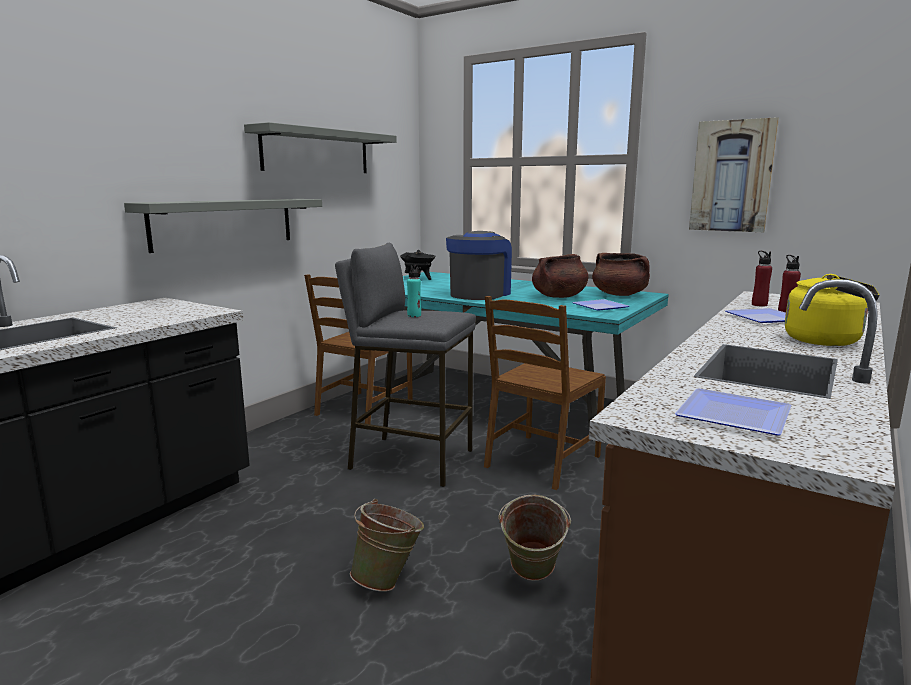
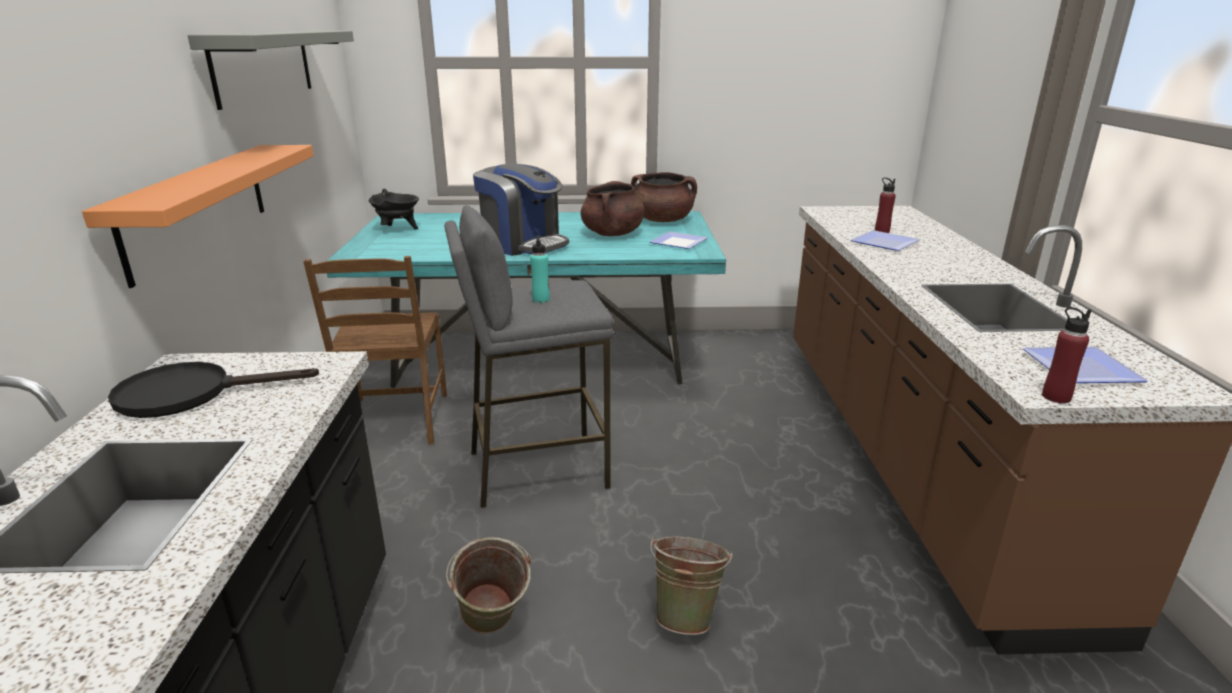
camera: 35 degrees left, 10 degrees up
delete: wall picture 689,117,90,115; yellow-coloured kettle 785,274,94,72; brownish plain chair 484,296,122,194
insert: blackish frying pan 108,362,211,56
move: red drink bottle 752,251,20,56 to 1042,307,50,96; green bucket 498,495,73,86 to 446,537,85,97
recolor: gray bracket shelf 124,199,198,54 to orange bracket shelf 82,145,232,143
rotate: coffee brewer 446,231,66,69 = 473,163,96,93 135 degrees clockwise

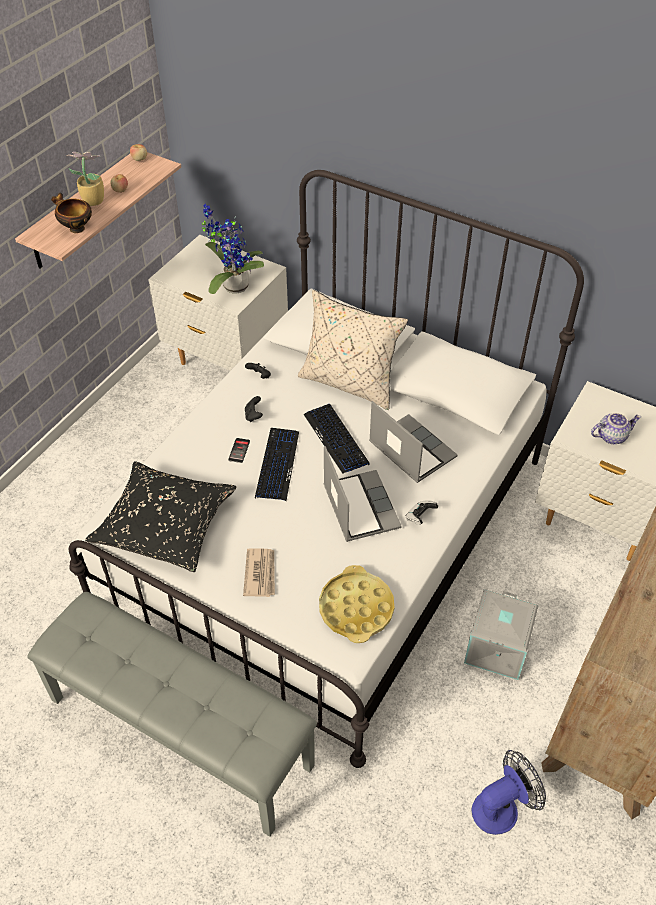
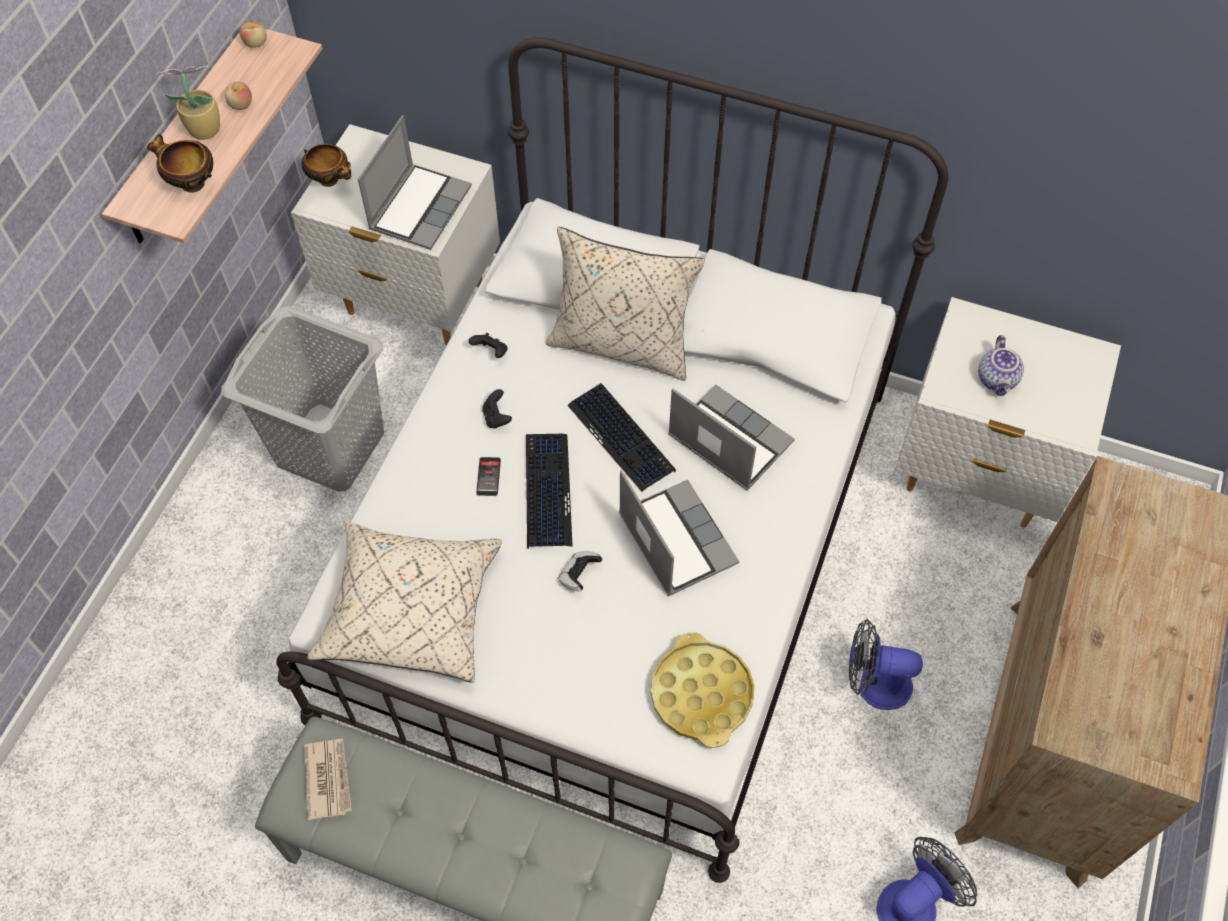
camera: 10 degrees left, 10 degrees up
insert: bowl 301,144,50,43; gray laundry basket 221,306,163,186
move: joypad 405,500,33,25 to 558,551,44,40; newspaper 243,548,32,49 to 304,739,48,81
replace: houseplant 202,204,62,90 to portable computer 358,115,114,135; gray storage bin 464,589,75,91 to electric fan 849,619,74,91
recolor: blackish pillow 85,461,152,111 to beige-coloured pillow 307,522,195,161
rotate: tea pot 591,413,50,31 = 978,335,46,61 120 degrees clockwise

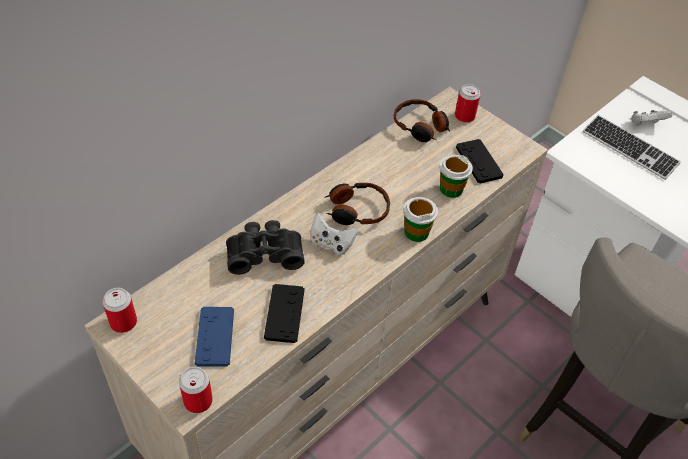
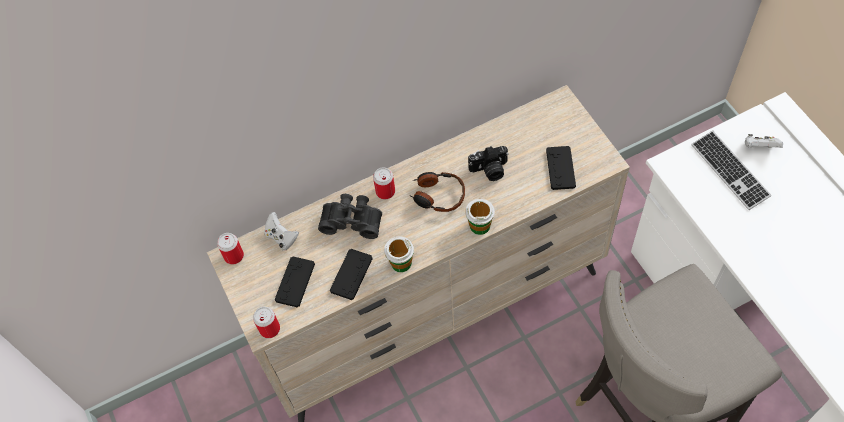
camera: 25 degrees right, 10 degrees up
delete: pair of headphones 394,99,56,43
insert: still camera 468,146,41,35
move: can 455,84,26,39 to 373,167,22,32; small cup 439,155,34,43 to 384,236,30,36; white-coloured joypad 311,213,47,42 to 264,212,35,39
recolor: blue joypad 195,307,39,60 to blackish joypad 275,256,40,52

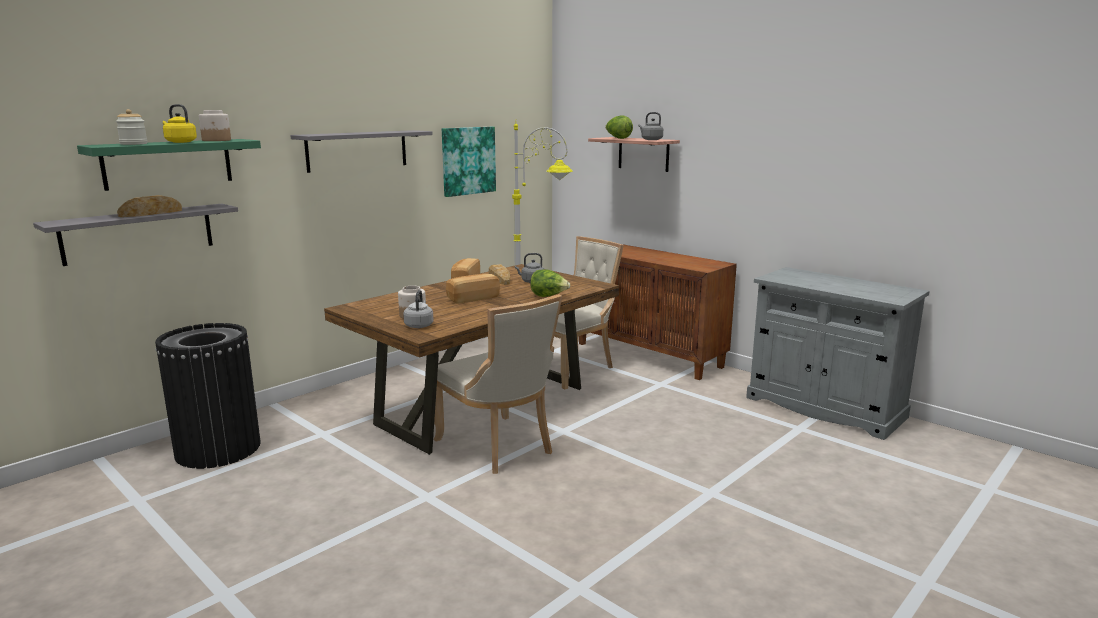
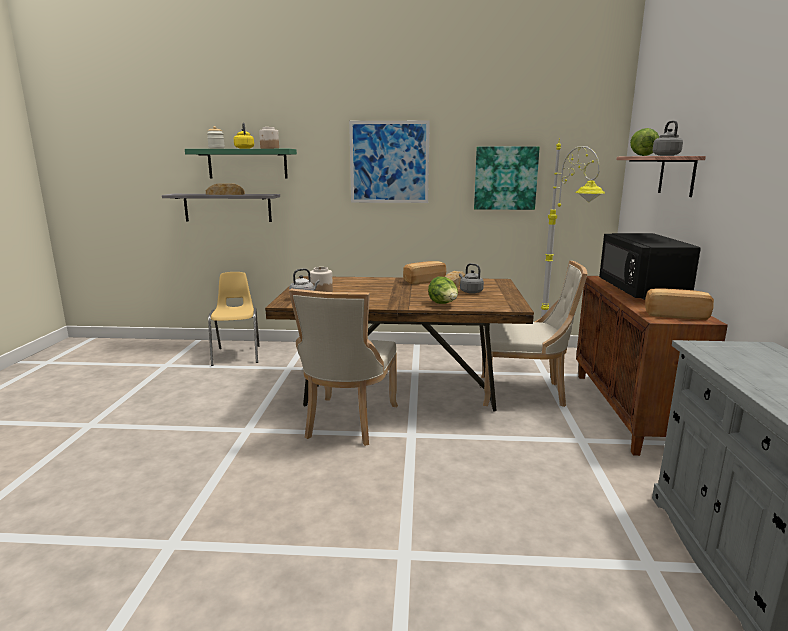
camera: 50 degrees right, 0 degrees up
insert: blackish microwave 599,233,102,67
move: bread 446,274,54,29 to 645,288,69,32
replace: gray bracket shelf 290,130,143,43 to wall picture 349,121,81,82; blackish waste bin 155,323,106,146 to yellow-coloured plain chair 208,272,52,94

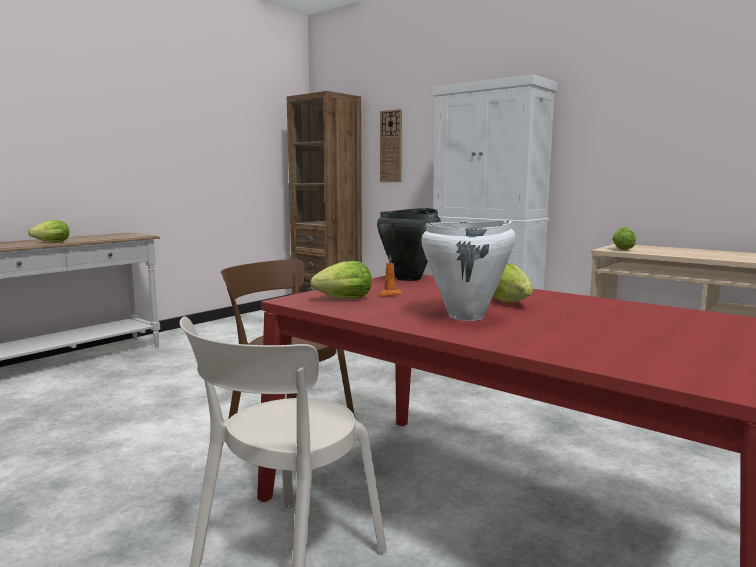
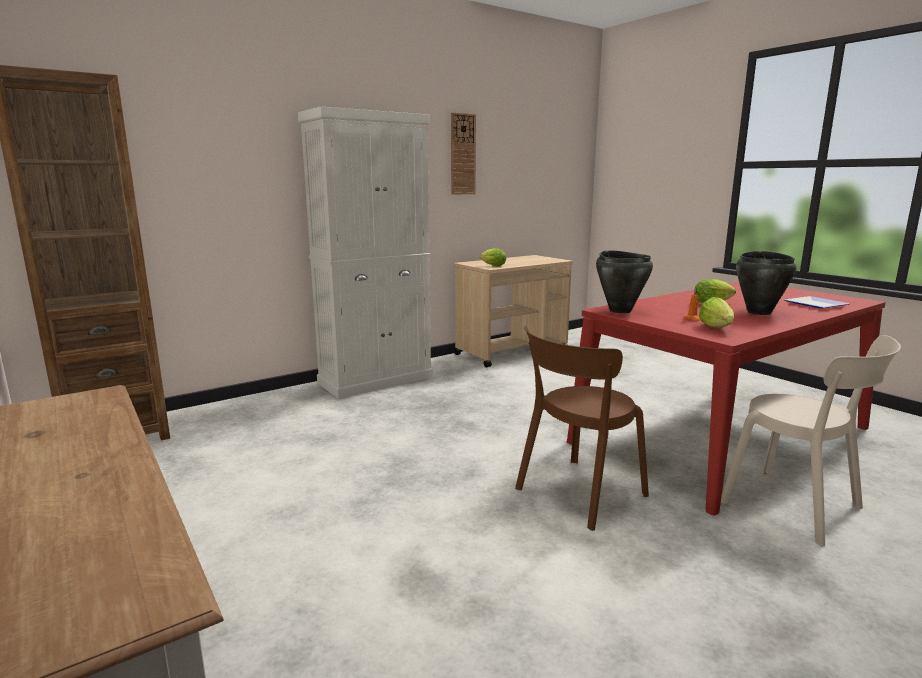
camera: 75 degrees left, 5 degrees up
delete: lettuce head 28,220,41,22
insert: flat dish 785,296,64,13
move: wall clock 380,109,22,73 to 451,112,25,83
recolor: white-coloured cooking pot 421,220,95,101 to blackish cooking pot 736,251,61,64

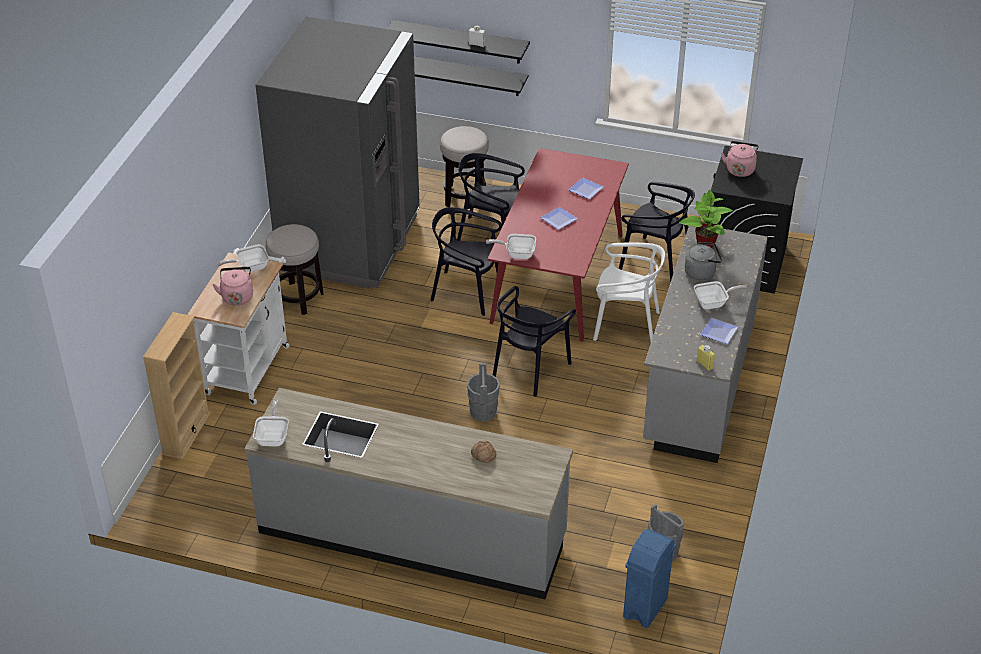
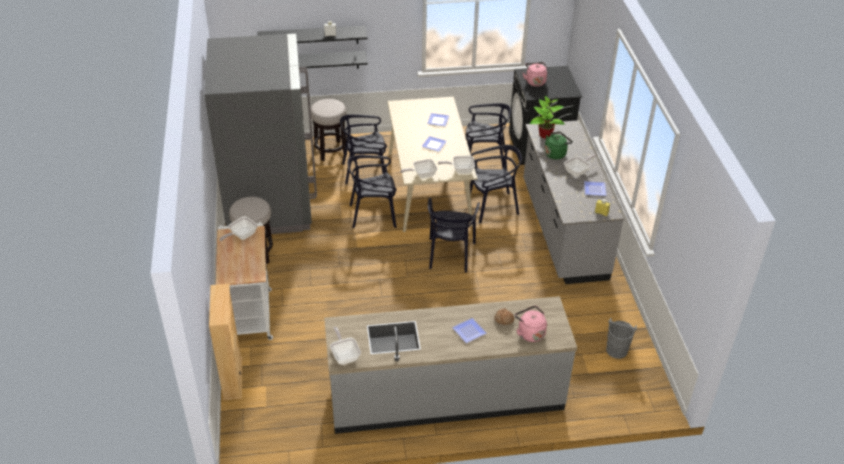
camera: 25 degrees left, 0 degrees up
delete: gray bucket 467,363,33,58; blue waste bin 623,529,53,99
insert: frying pan 438,156,37,18; flat dish 452,318,34,25
move: pinkish kettle 212,267,41,39 to 515,306,32,36
recolor: red dinner table 487,148,142,194 to beige-coloured dinner table 388,97,89,135; gray kettle 684,242,38,38 to green kettle 545,132,28,27; white-coloured plain chair 593,243,72,99 to blackish plain chair 470,145,52,78

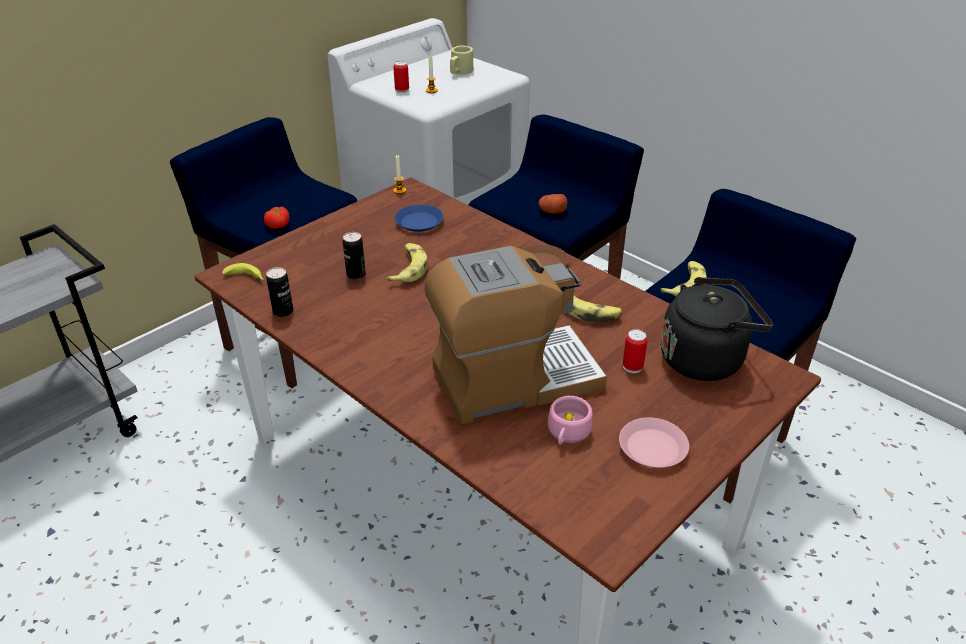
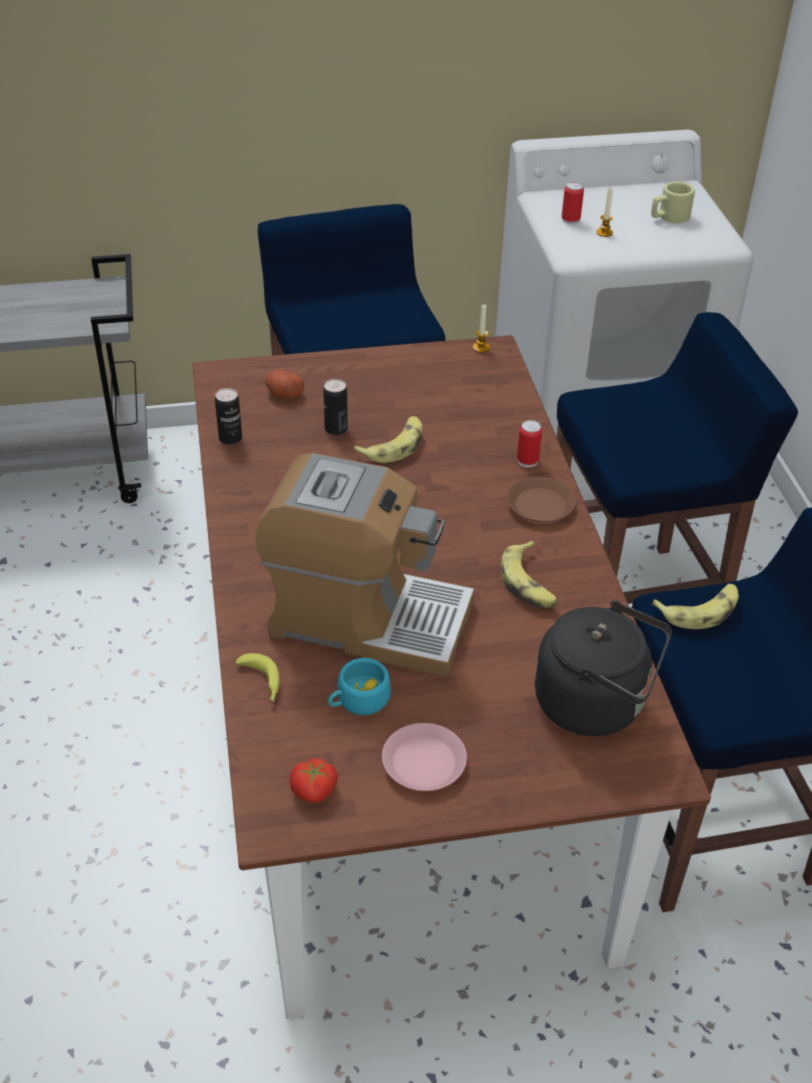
camera: 35 degrees right, 5 degrees up
delete: blue flat dish 395,205,49,27
move: potato 539,194,29,20 to 265,370,39,29; whole tomato 264,207,25,22 to 290,758,48,45; banana fruit 222,263,42,18 to 236,653,44,49; can 623,329,25,44 to 517,420,25,48
recolor: pinkish small cup 548,396,45,49 to blue-green small cup 328,658,63,57

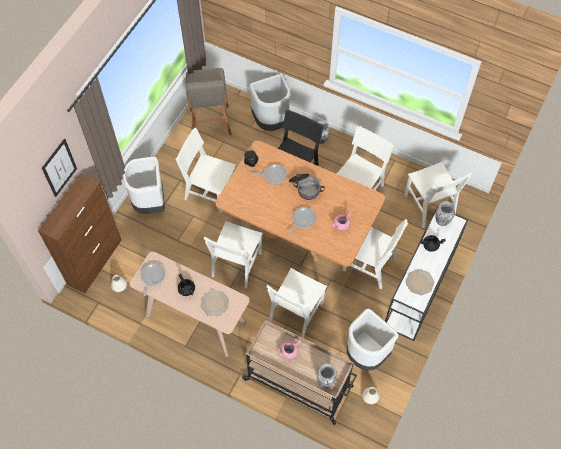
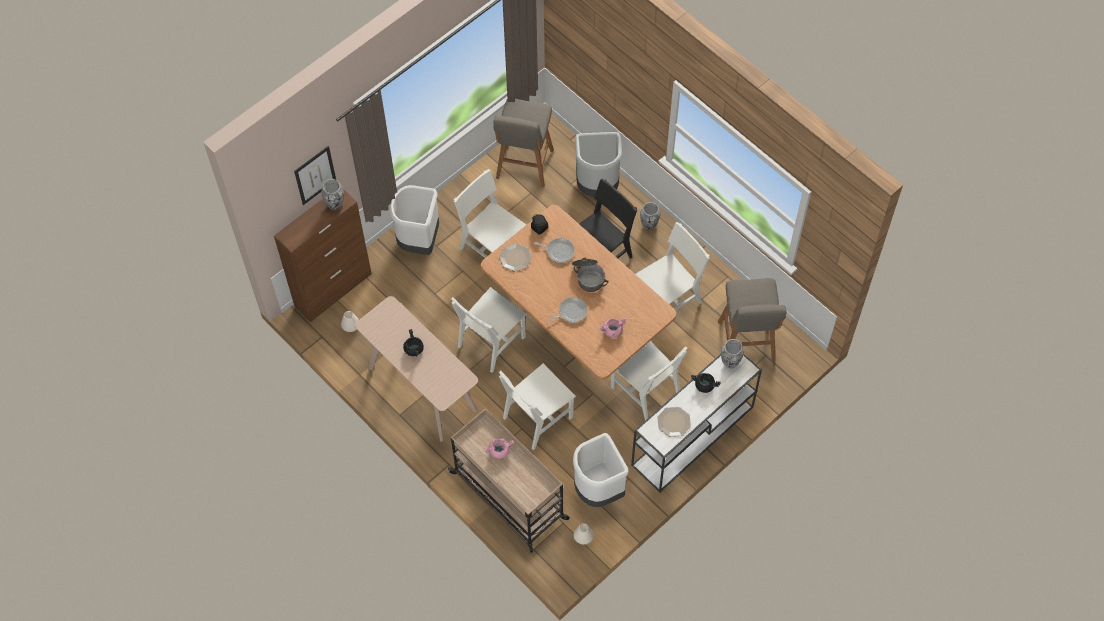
camera: 20 degrees right, 0 degrees up
delete: frying pan 141,263,24,33
move: flat dish 200,290,29,26 to 499,243,33,28; decorative vase 317,363,20,24 to 321,179,23,31
replace: white-coloured plain chair 404,162,68,66 to gray stool seat 718,278,68,83

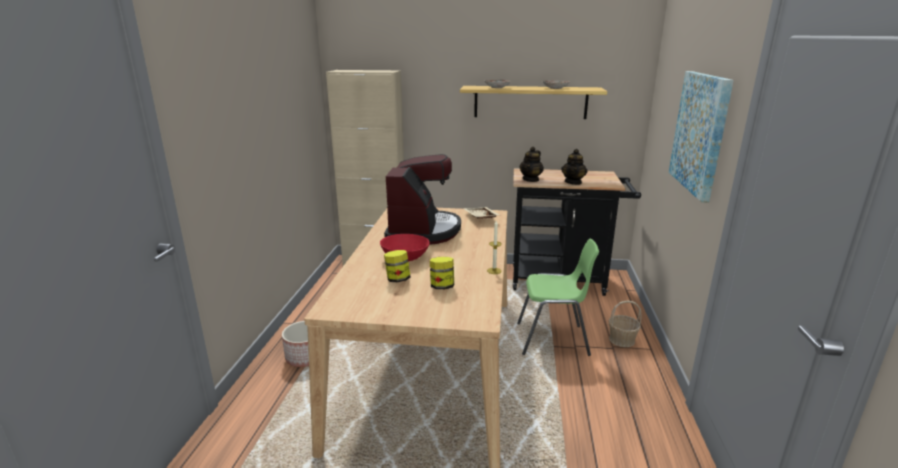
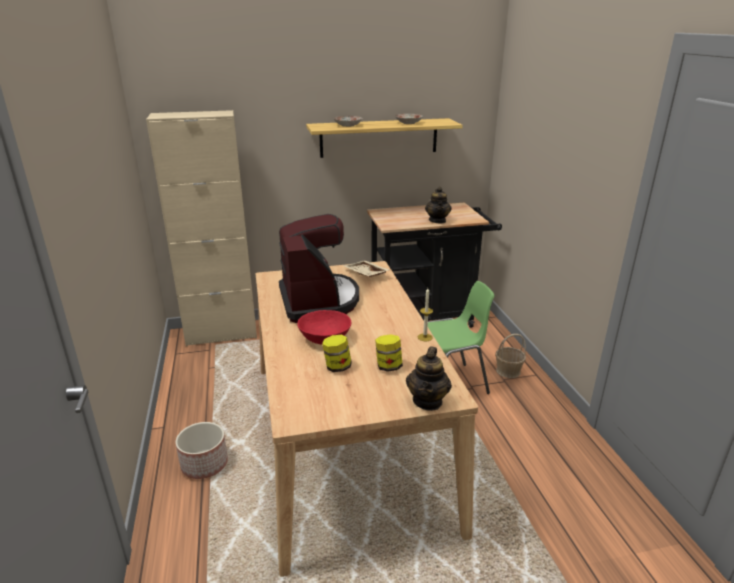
camera: 20 degrees left, 5 degrees up
delete: wall picture 669,71,65,132
move: tea pot 519,147,25,35 to 406,346,46,65

